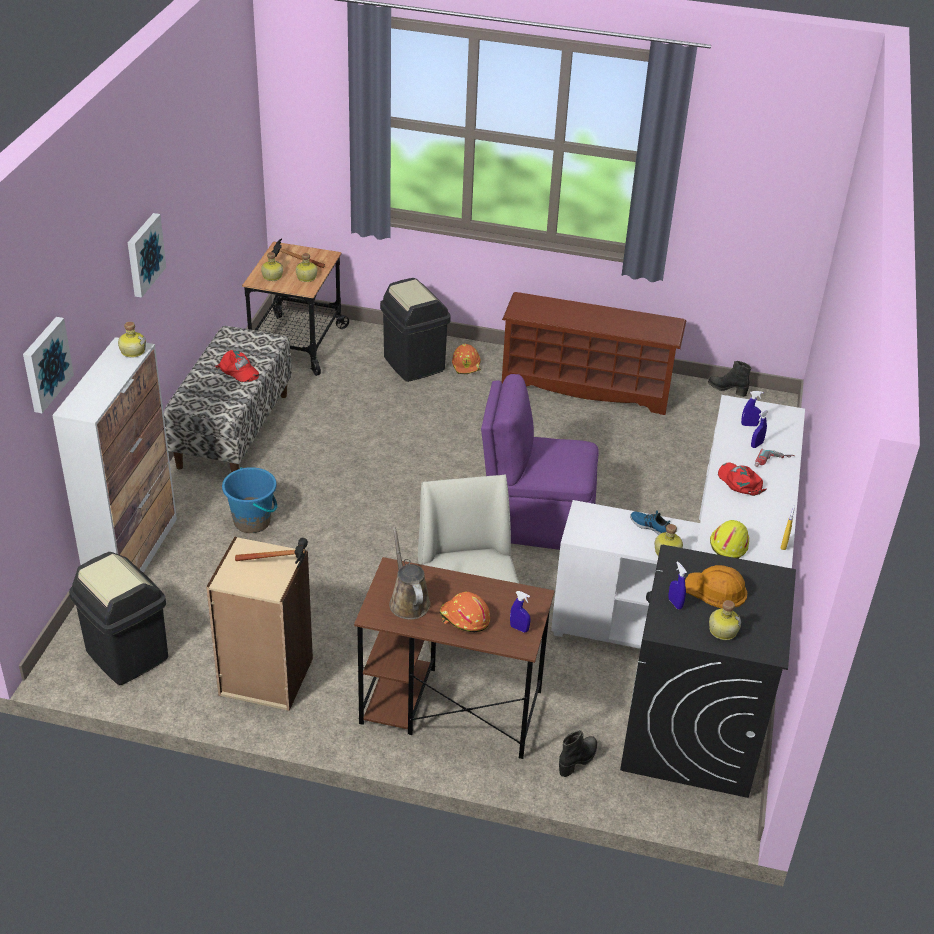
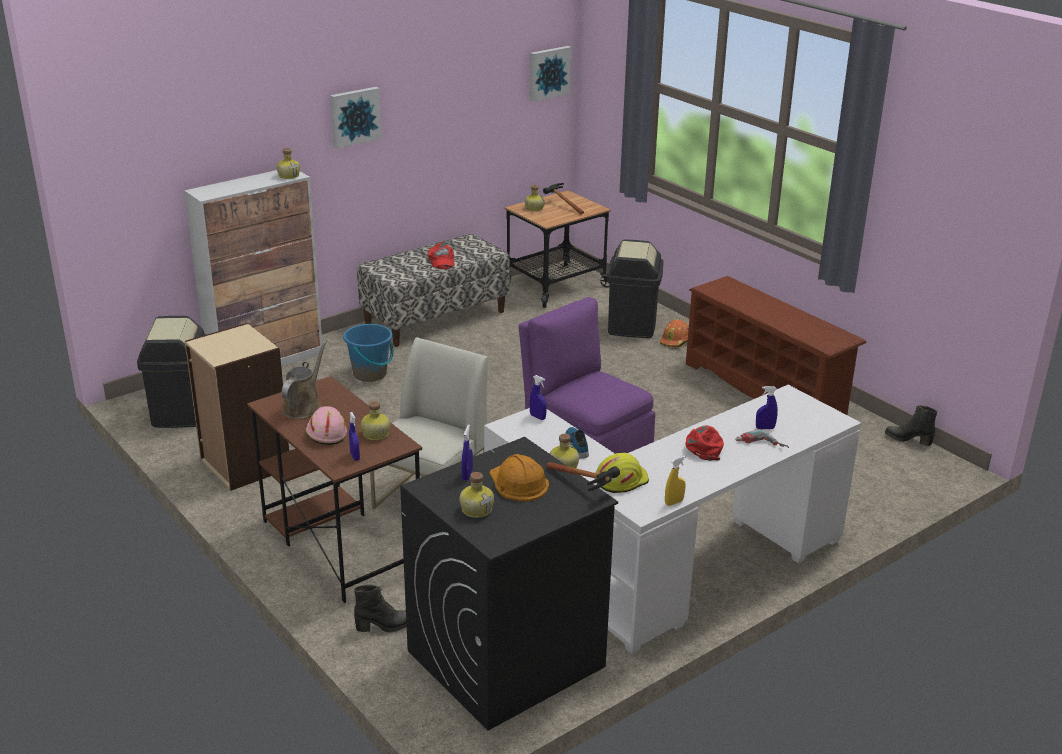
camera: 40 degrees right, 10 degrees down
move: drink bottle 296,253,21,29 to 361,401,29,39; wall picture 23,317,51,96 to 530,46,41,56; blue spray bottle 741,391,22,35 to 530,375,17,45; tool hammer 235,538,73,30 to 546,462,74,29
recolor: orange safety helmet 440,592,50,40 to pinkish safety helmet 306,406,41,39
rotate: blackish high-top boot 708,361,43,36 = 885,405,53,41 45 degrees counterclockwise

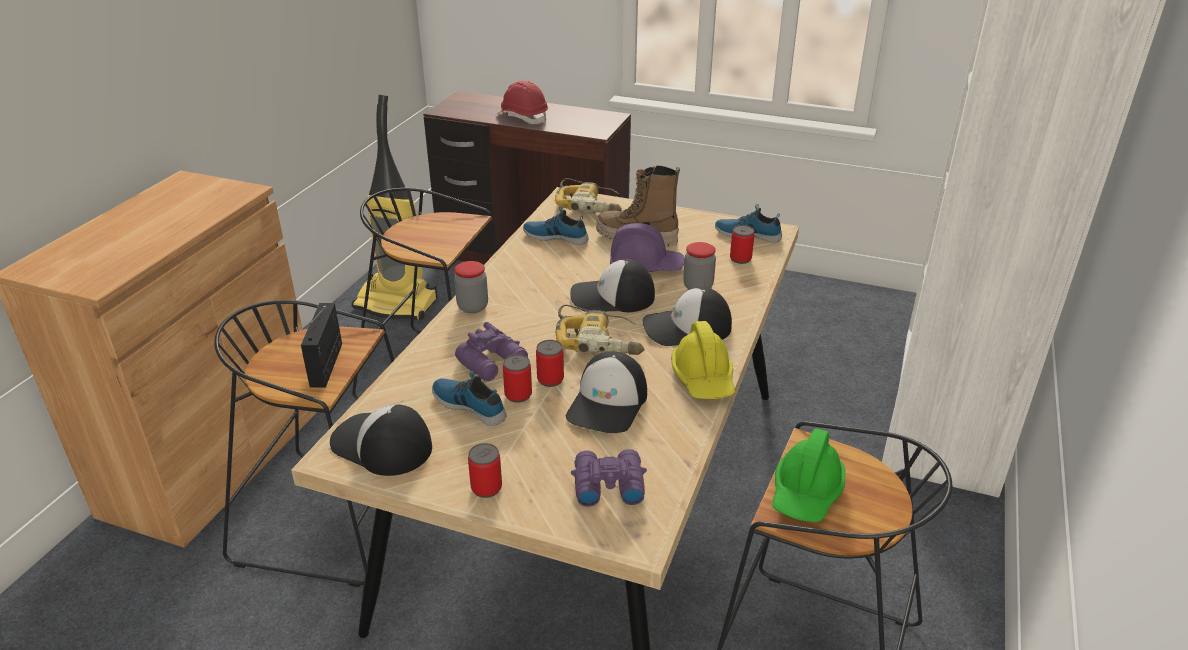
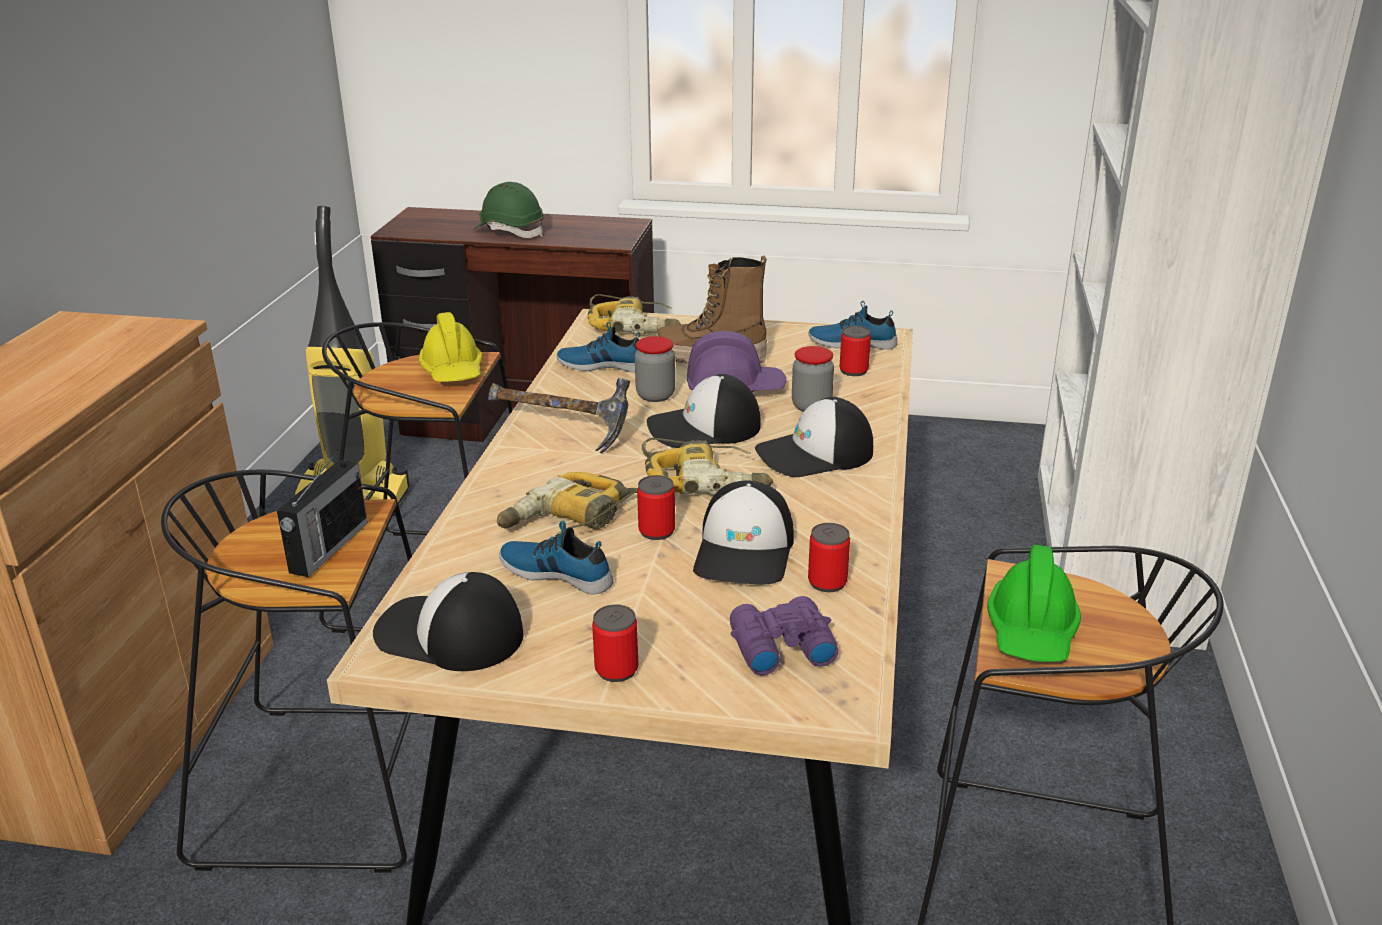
camera: 10 degrees left, 5 degrees down
insert: tool hammer 488,378,142,75
move: jar 454,261,34,52 to 635,336,40,66; yellow-coloured safety helmet 672,321,63,78 to 419,312,63,70; can 503,354,29,49 to 808,523,42,69
replace: purplish pair of binoculars 455,322,73,59 to electric drill 497,472,141,62
recolor: red safety helmet 497,81,51,43 to green safety helmet 473,182,71,56
rotate: radio set 301,303,41,85 = 277,450,91,127 150 degrees counterclockwise

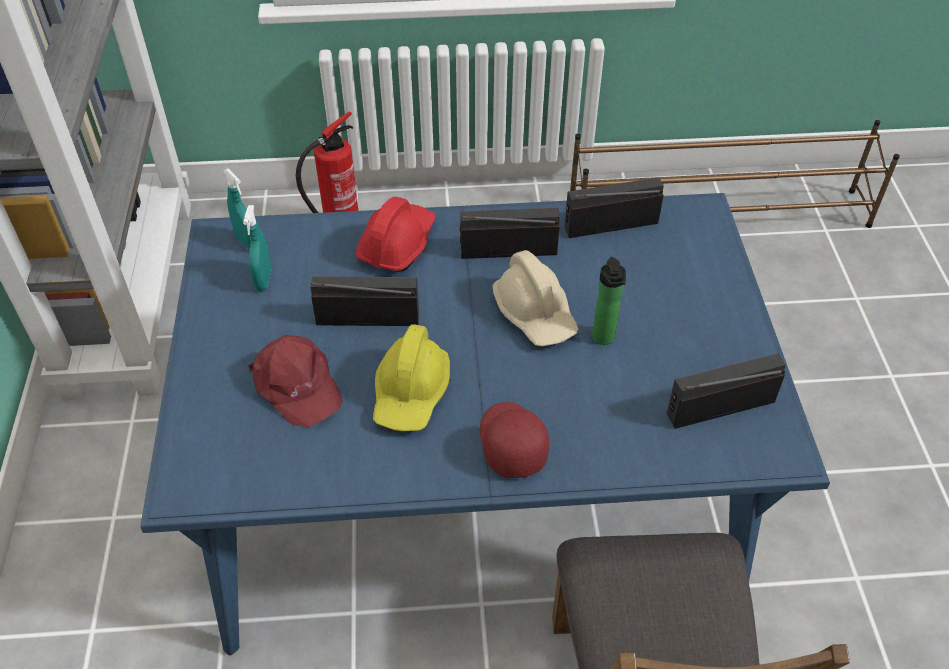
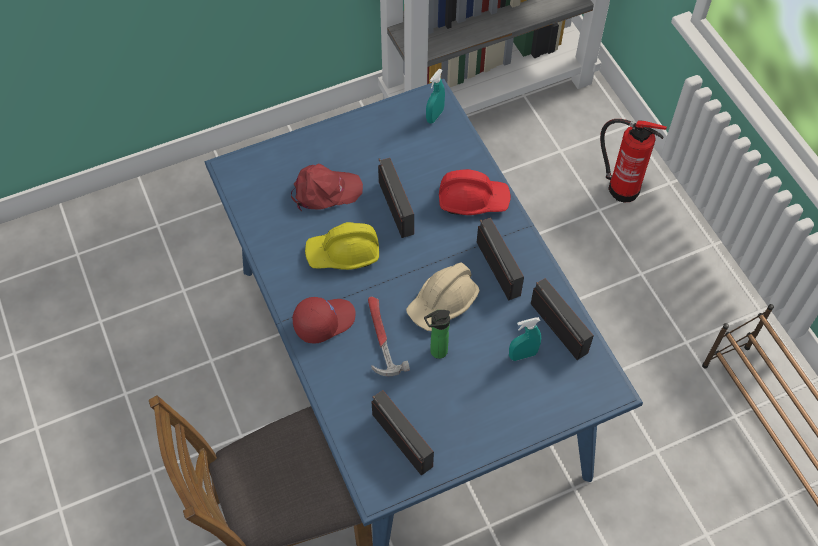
camera: 70 degrees right, 10 degrees up
insert: tool hammer 368,296,42,80
move: blue-green spray bottle 243,205,29,86 to 509,317,32,44
rotate: red baseball cap 248,335,95,92 = 291,164,72,47 135 degrees counterclockwise

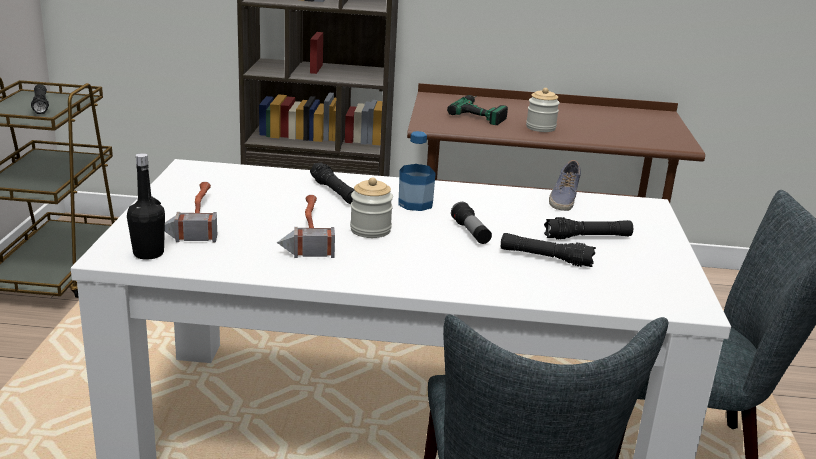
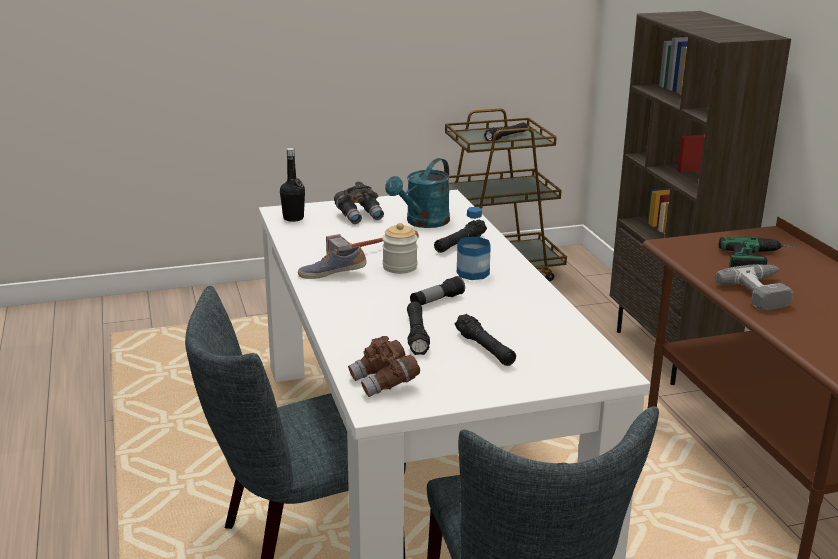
camera: 70 degrees right, 0 degrees up
insert: blue-green watering pot 385,158,65,70; brownish pair of binoculars 348,336,72,61
move: shoe 549,160,32,51 to 298,246,69,33
replace: jar 526,88,34,44 to electric drill 715,264,78,47; tool hammer 165,182,52,60 to gray pair of binoculars 334,182,50,42

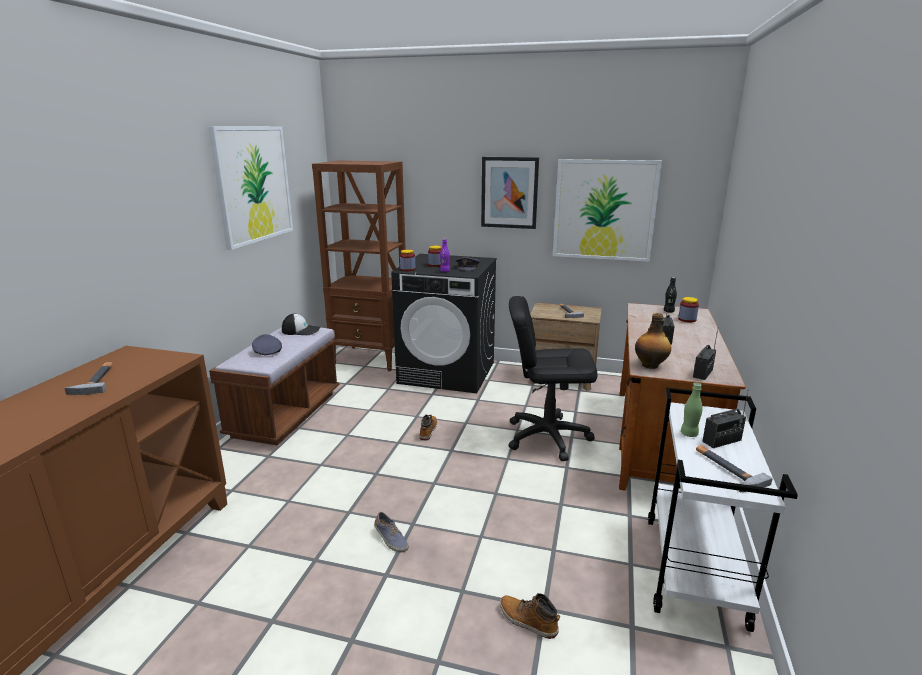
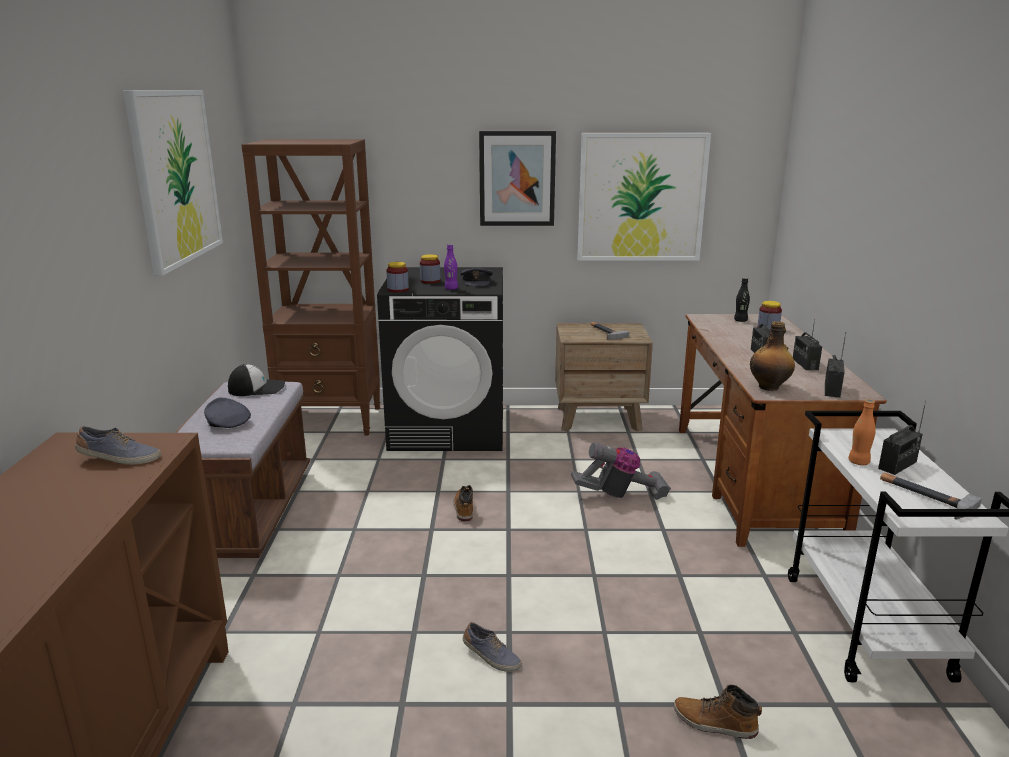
camera: 15 degrees left, 0 degrees up
delete: tool hammer 64,362,49,33
insert: radio set 793,319,29,51; shoe 75,426,86,39
replace: blackish office chair 508,296,89,165 to vacuum cleaner 571,442,100,58
recolor: green drink bottle 681,383,22,54 to orange drink bottle 848,399,28,66

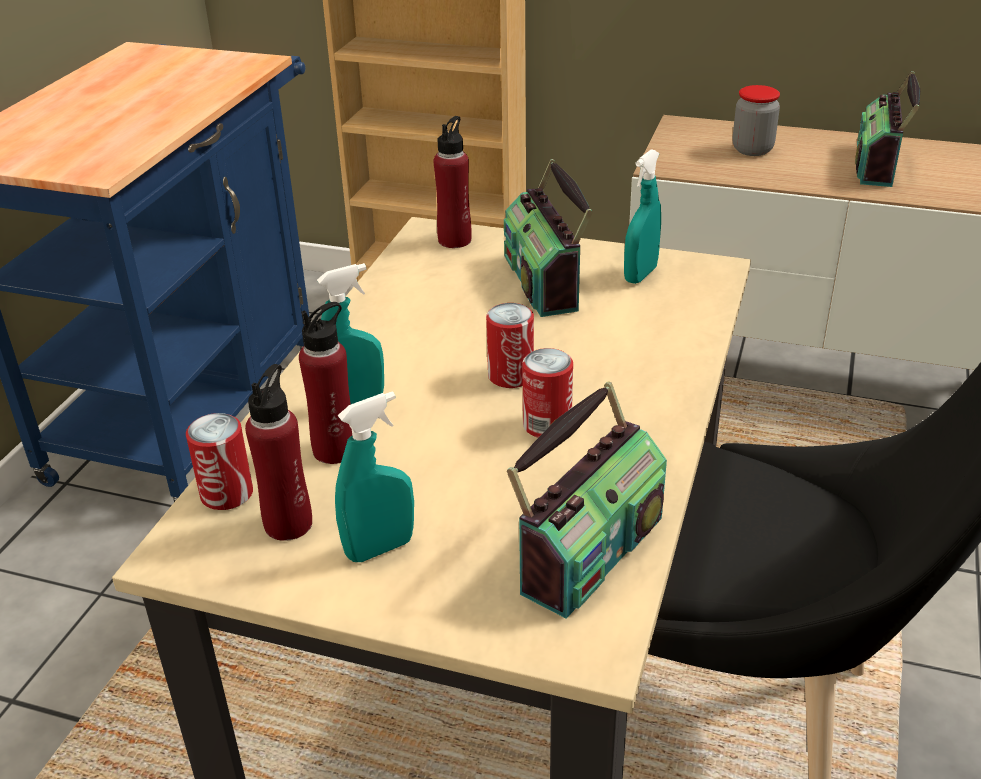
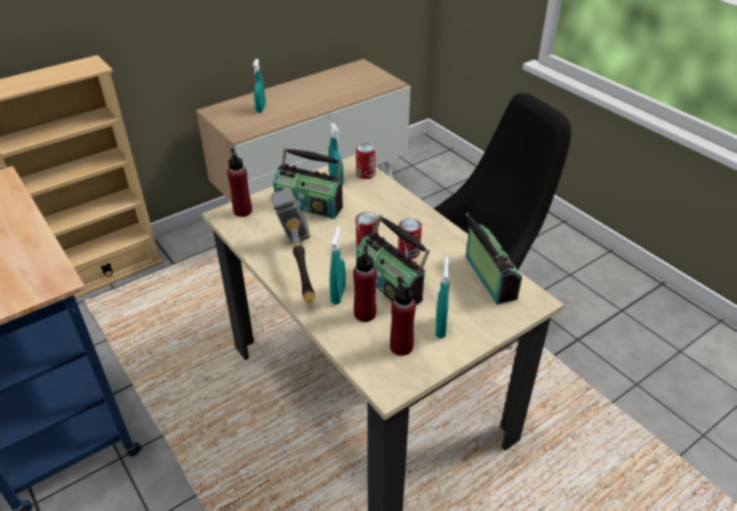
camera: 55 degrees left, 5 degrees up
insert: tool hammer 271,188,44,115
move: radio set 855,71,65,116 to 356,215,74,90; can 186,413,67,97 to 356,143,20,36
replace: jar 733,85,47,71 to blue-green spray bottle 253,59,13,53

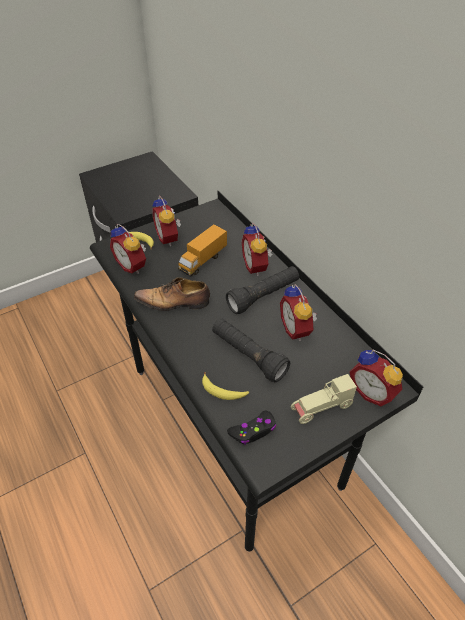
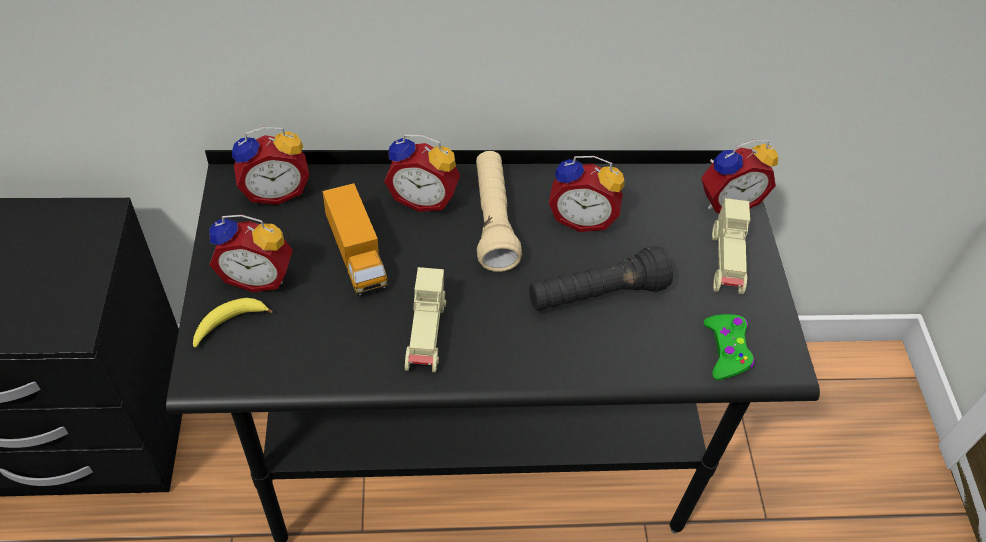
camera: 65 degrees left, 5 degrees up
delete: banana fruit 202,372,47,28
move: table clock 110,224,36,50 to 232,127,77,78
replace: shoe 134,277,76,34 to beige-coloured miniature car 405,267,41,105
recolor: blackish torch 226,266,73,48 to beige-coloured torch 476,151,46,121; blackish joypad 227,411,49,34 to green joypad 704,314,50,66

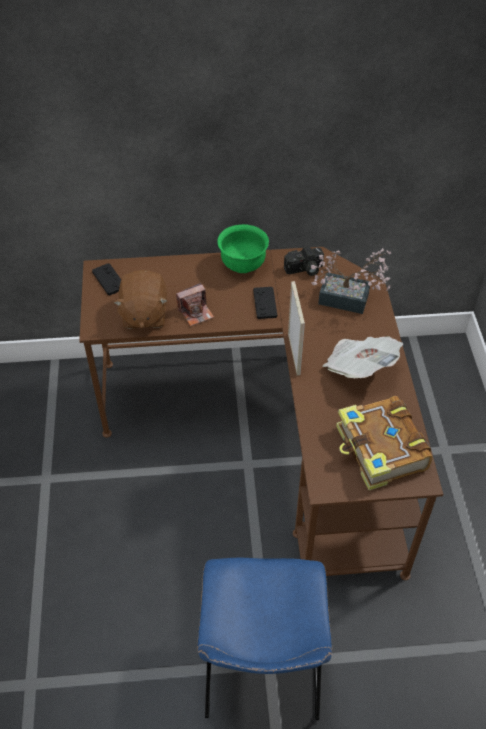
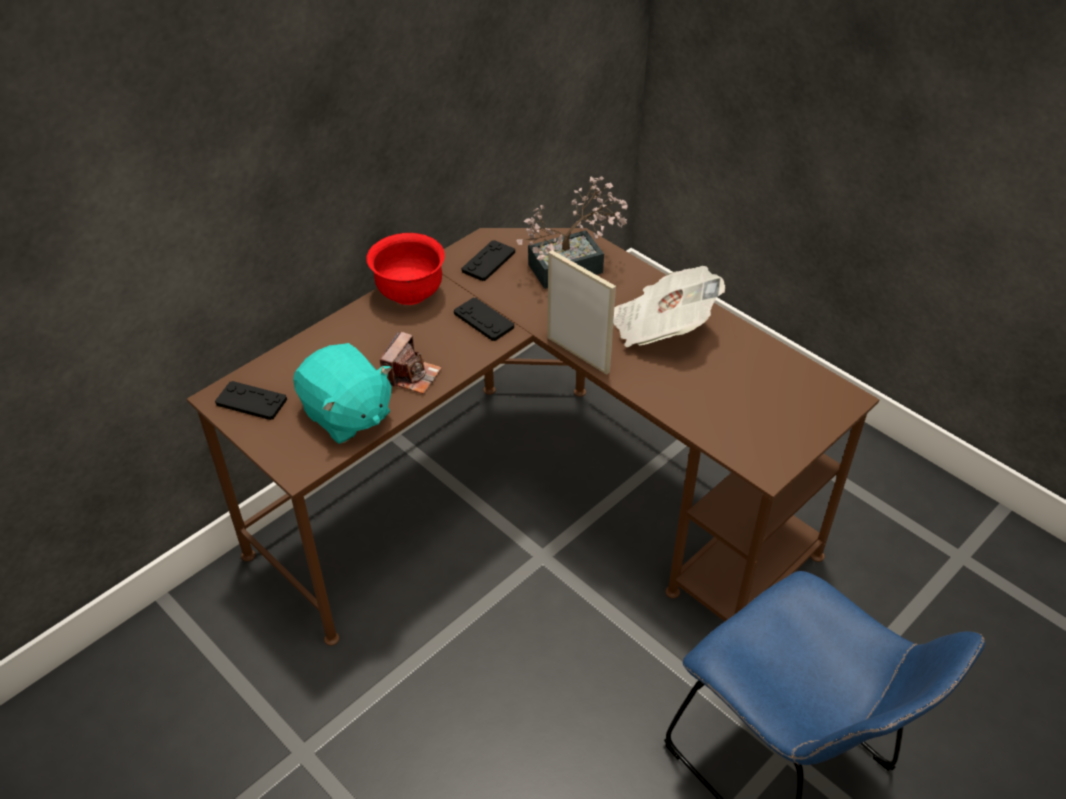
camera: 40 degrees left, 5 degrees down
delete: book 336,396,97,94
replace: still camera 284,246,40,30 to blackish joypad 462,240,53,41
recolor: green bowl 217,224,52,49 to red bowl 366,233,79,72; brownish soft toy 114,270,54,59 to blue-green soft toy 293,343,99,101

